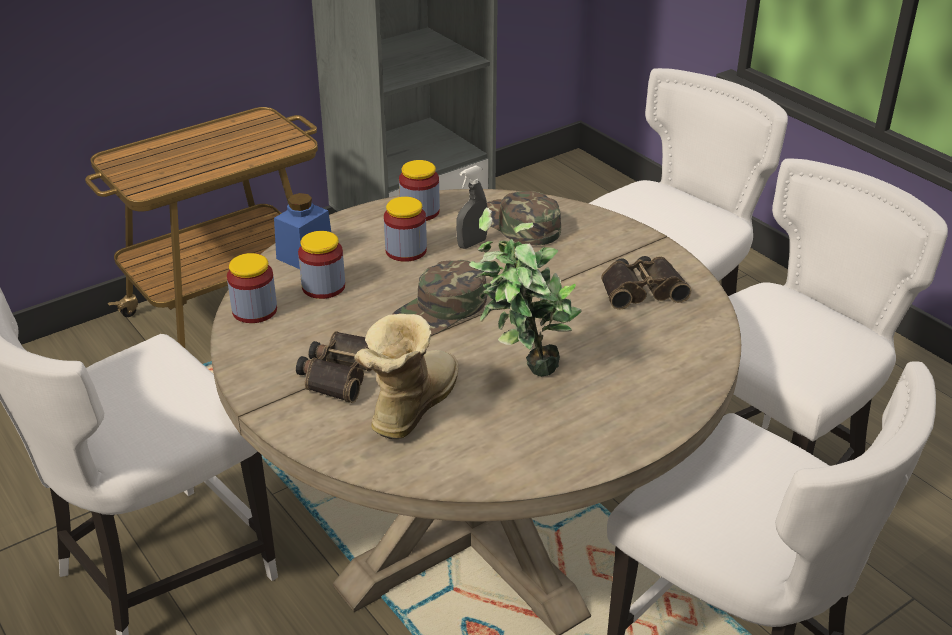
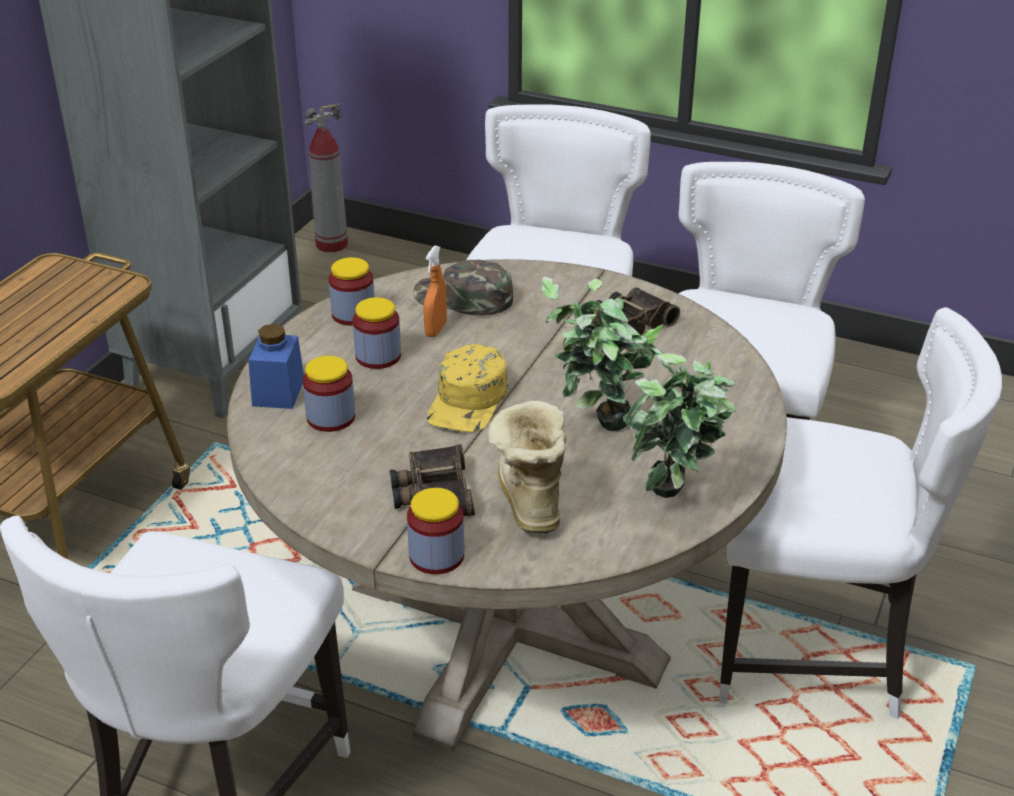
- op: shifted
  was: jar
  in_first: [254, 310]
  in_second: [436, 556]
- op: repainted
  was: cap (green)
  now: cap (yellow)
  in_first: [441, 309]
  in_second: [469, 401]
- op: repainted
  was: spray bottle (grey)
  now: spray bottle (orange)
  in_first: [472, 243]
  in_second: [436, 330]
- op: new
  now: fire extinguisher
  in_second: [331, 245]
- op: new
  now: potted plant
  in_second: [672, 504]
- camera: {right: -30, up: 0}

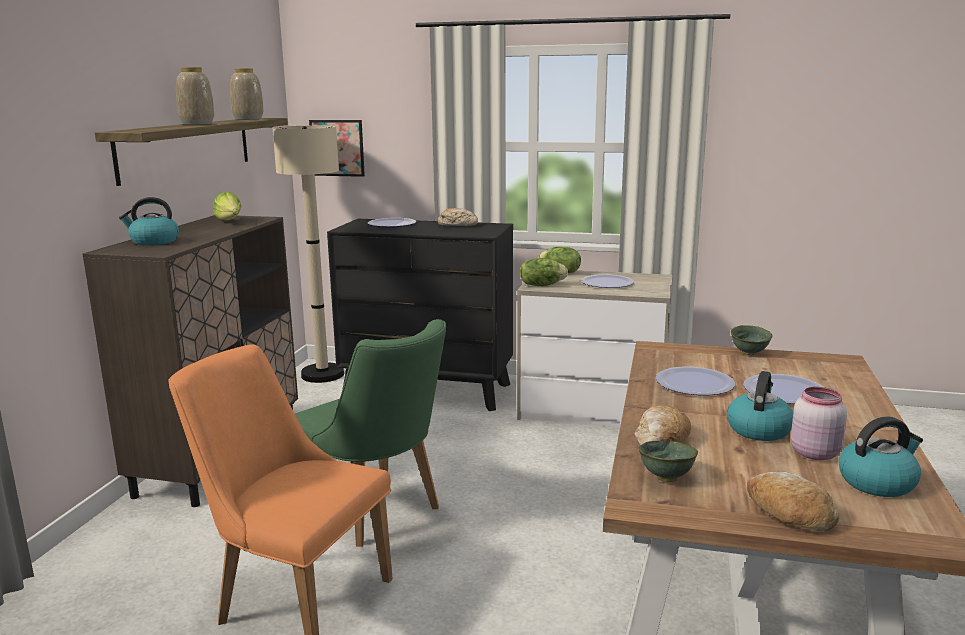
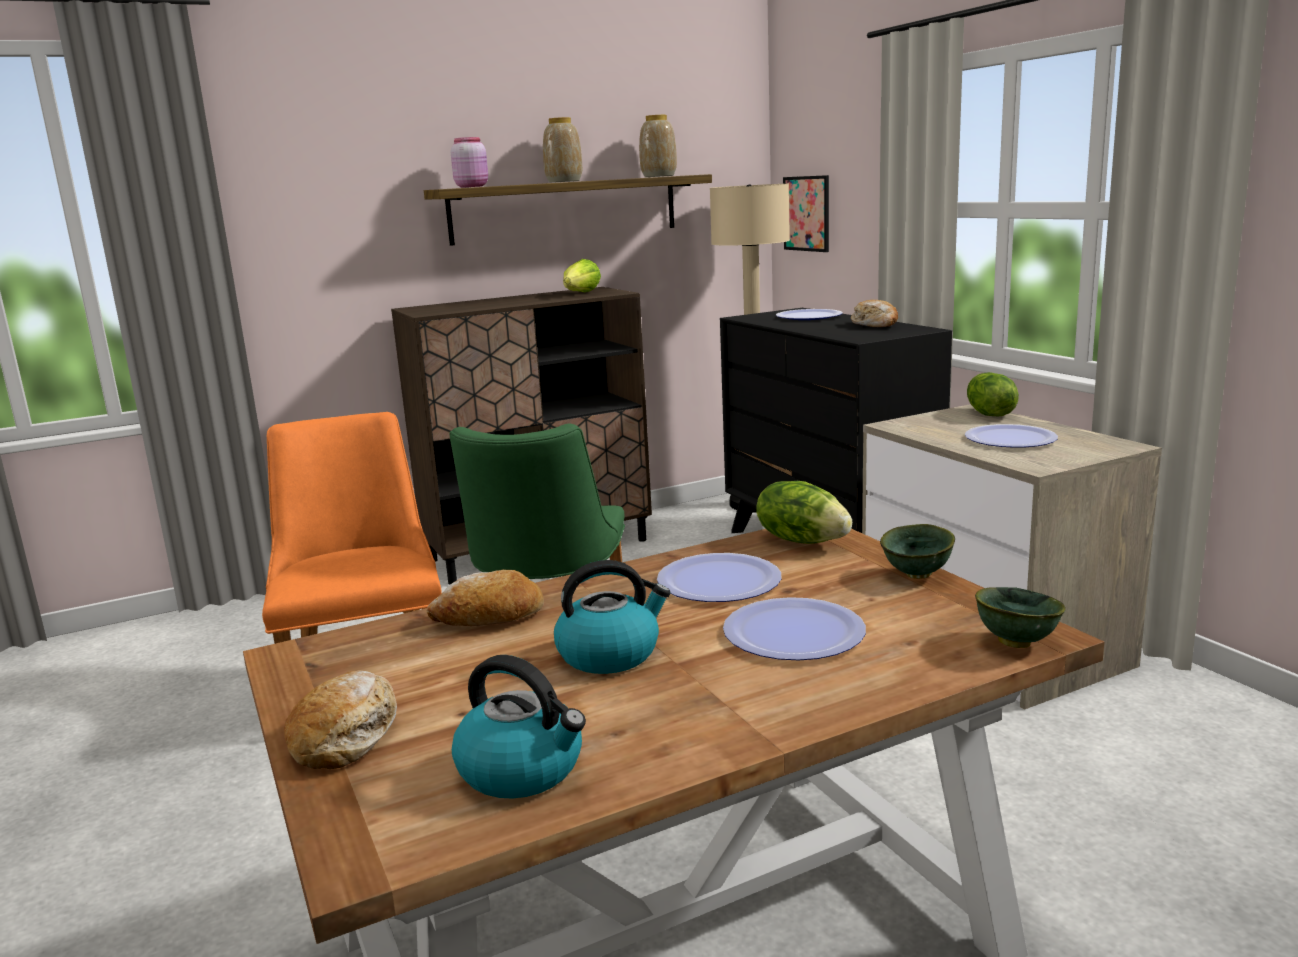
- op: gone
  was: kettle
  in_first: [154, 242]
- op: shifted
  was: lettuce
  in_first: [541, 285]
  in_second: [802, 540]
- op: shifted
  was: bowl (green)
  in_first: [665, 478]
  in_second: [1014, 642]
- op: shifted
  was: jar (pink)
  in_first: [813, 452]
  in_second: [472, 187]
- camera: {right: 50, up: 0}

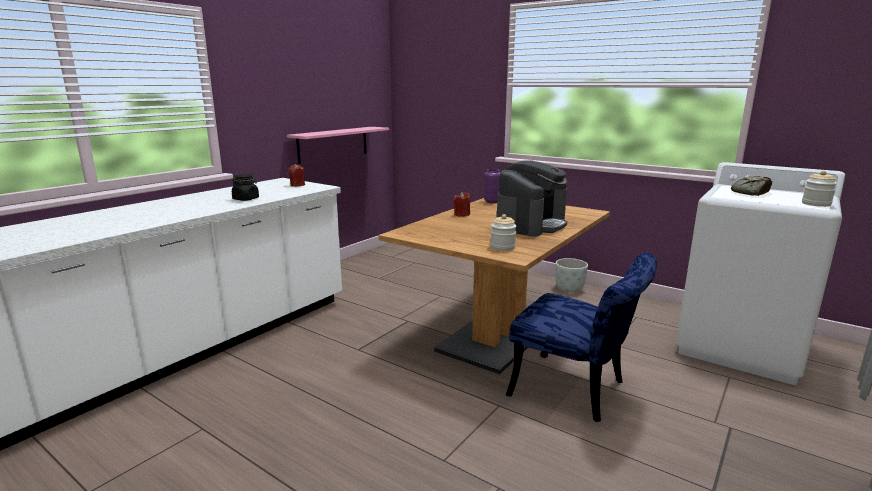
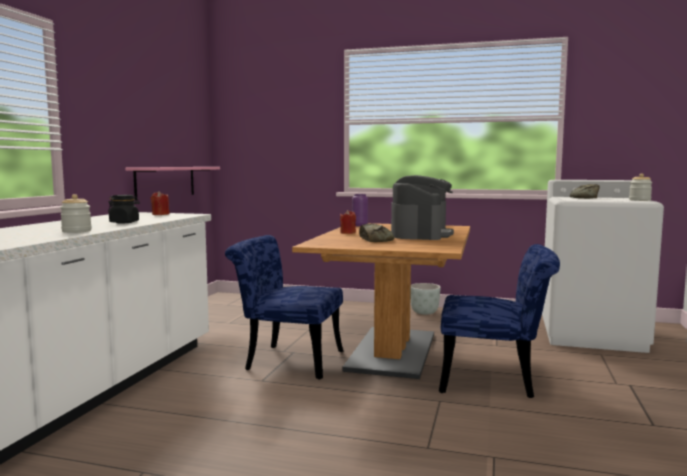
- op: shifted
  was: jar
  in_first: [502, 247]
  in_second: [76, 231]
- op: new
  now: chair (blue)
  in_second: [286, 360]
- op: new
  now: bread
  in_second: [375, 240]
- camera: {right: -20, up: -10}

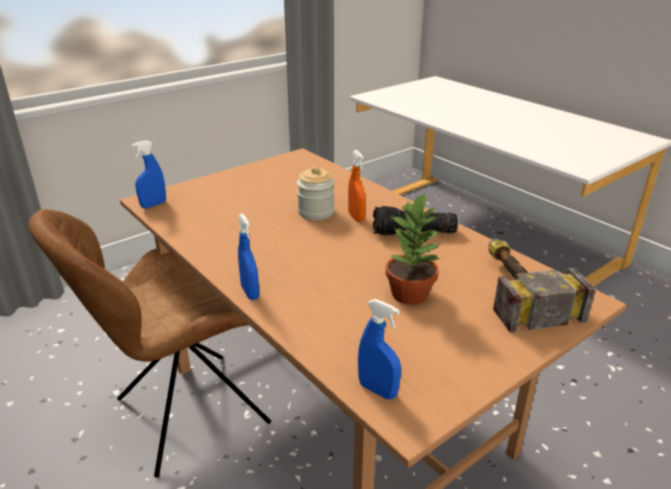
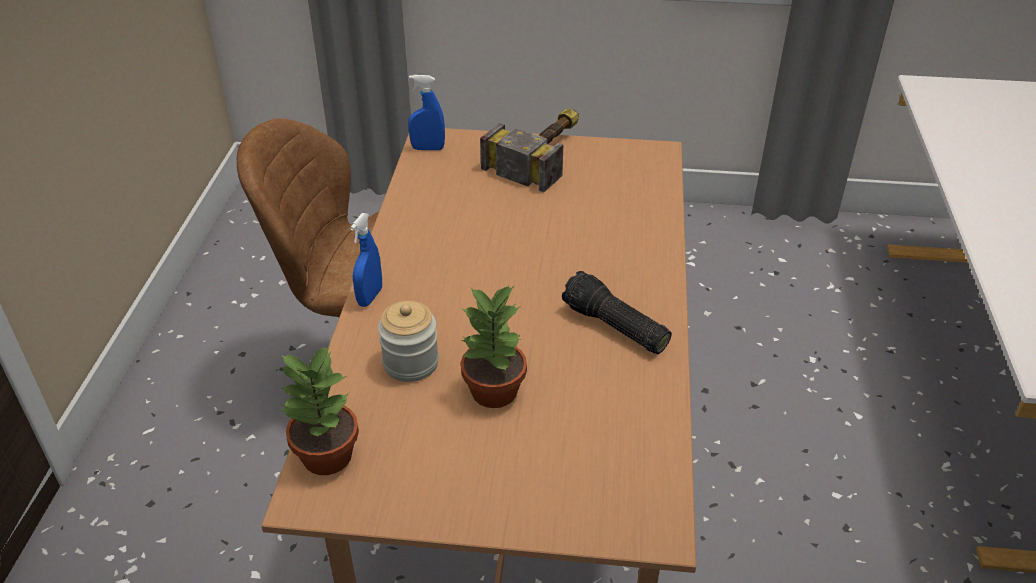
- op: shifted
  was: jar
  in_first: [316, 212]
  in_second: [411, 363]
- op: gone
  was: spray bottle (orange)
  in_first: [356, 217]
- op: swapped
  was: spray bottle (blue)
  now: potted plant
  in_first: [377, 390]
  in_second: [325, 456]
- op: shifted
  was: hammer
  in_first: [516, 289]
  in_second: [544, 153]
- camera: {right: 45, up: 10}

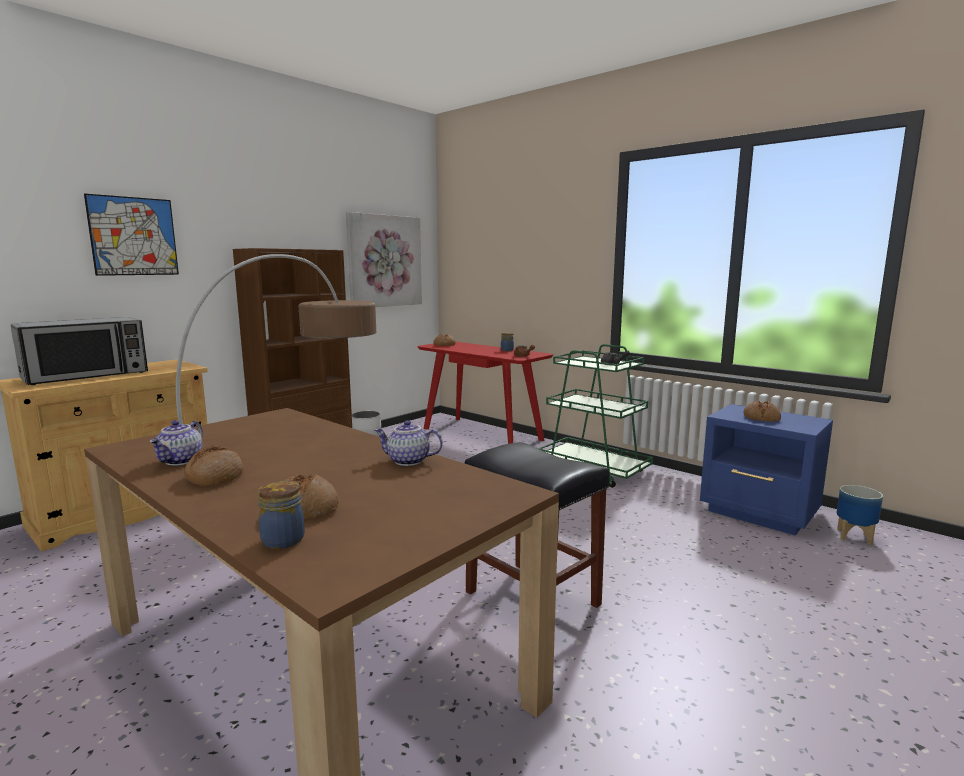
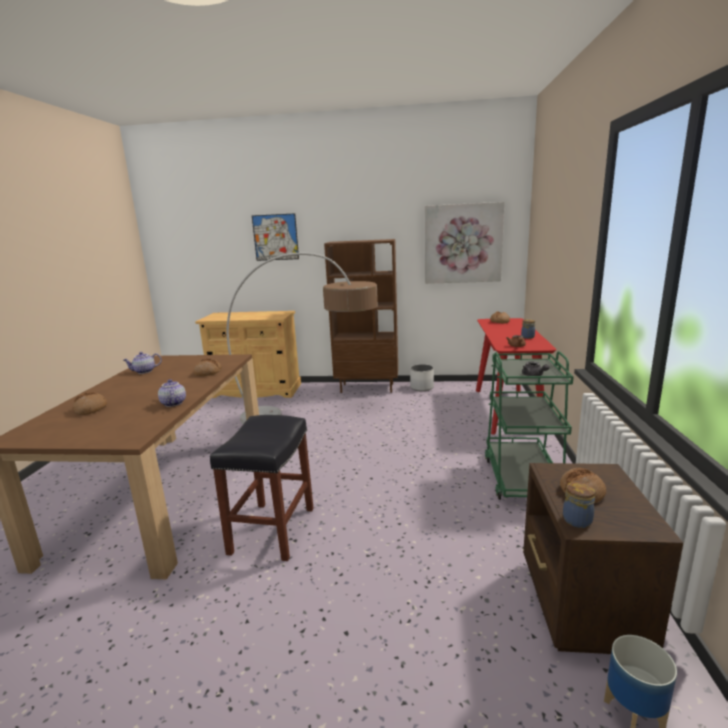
- op: gone
  was: microwave
  in_first: [87, 376]
- op: shifted
  was: bread
  in_first: [215, 477]
  in_second: [208, 372]
- op: shifted
  was: jar
  in_first: [283, 539]
  in_second: [577, 519]
- op: repainted
  was: nightstand (blue)
  now: nightstand (brown)
  in_first: [760, 514]
  in_second: [580, 608]
- camera: {right: 55, up: 5}

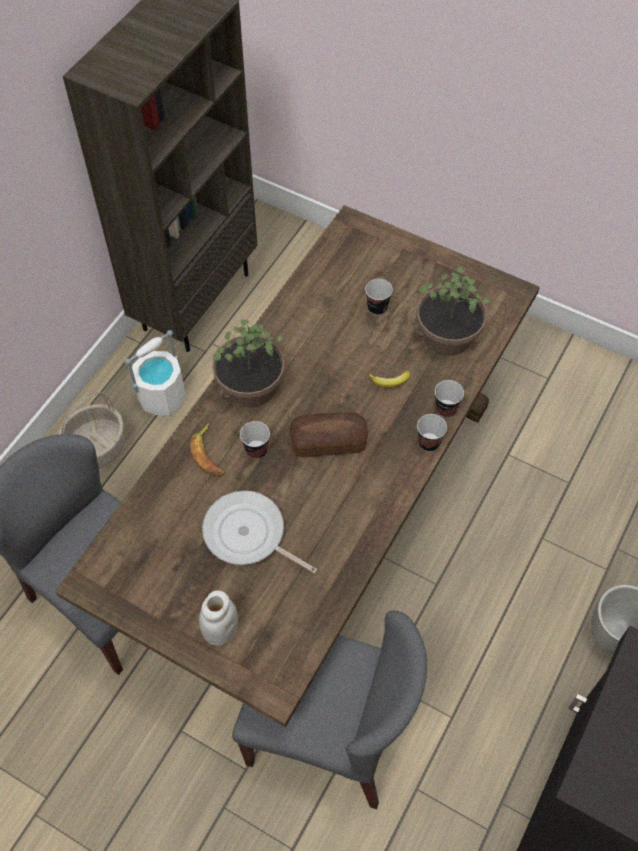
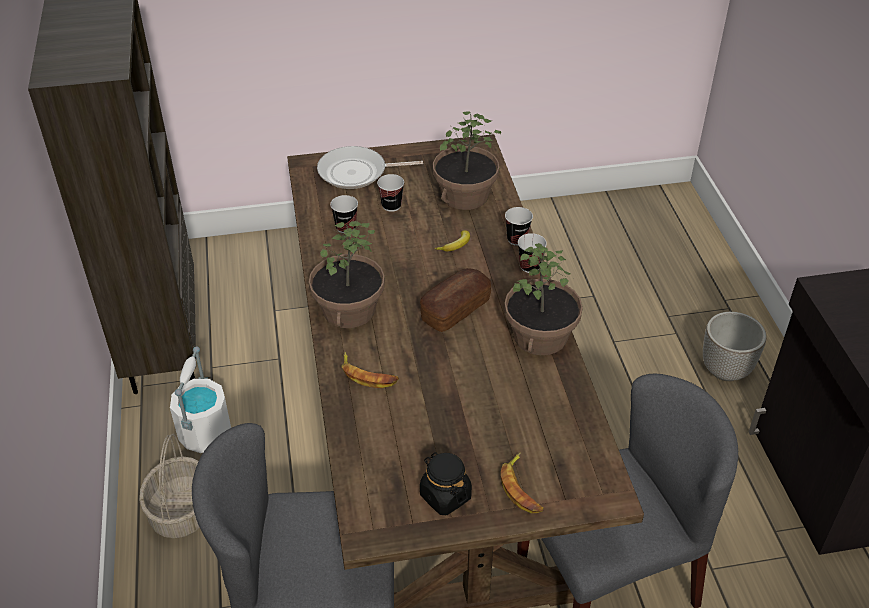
- op: swapped
  was: jar (white)
  now: banana
  in_first: [221, 631]
  in_second: [521, 488]
- op: shifted
  was: frying pan
  in_first: [248, 535]
  in_second: [356, 173]
- op: shifted
  was: cup
  in_first: [256, 450]
  in_second: [346, 227]
- op: new
  now: jar (black)
  in_second: [445, 496]
- op: new
  now: potted plant
  in_second: [541, 336]
- camera: {right: -40, up: -15}

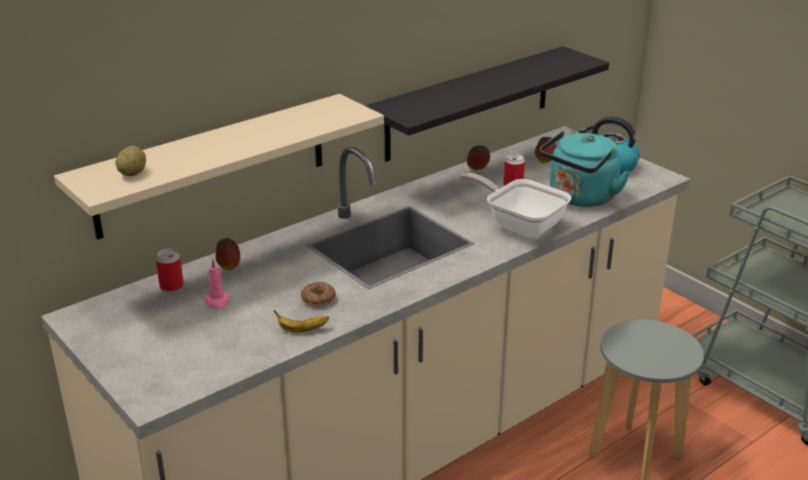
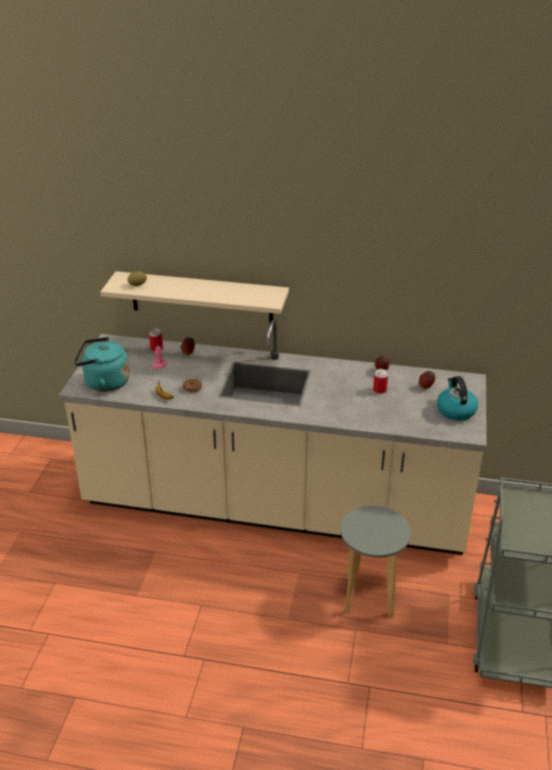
- op: gone
  was: shelf (black)
  in_first: [469, 103]
- op: gone
  was: frying pan
  in_first: [519, 225]
- op: shifted
  was: kettle (turquoise)
  in_first: [580, 198]
  in_second: [104, 382]
- camera: {right: 50, up: 5}

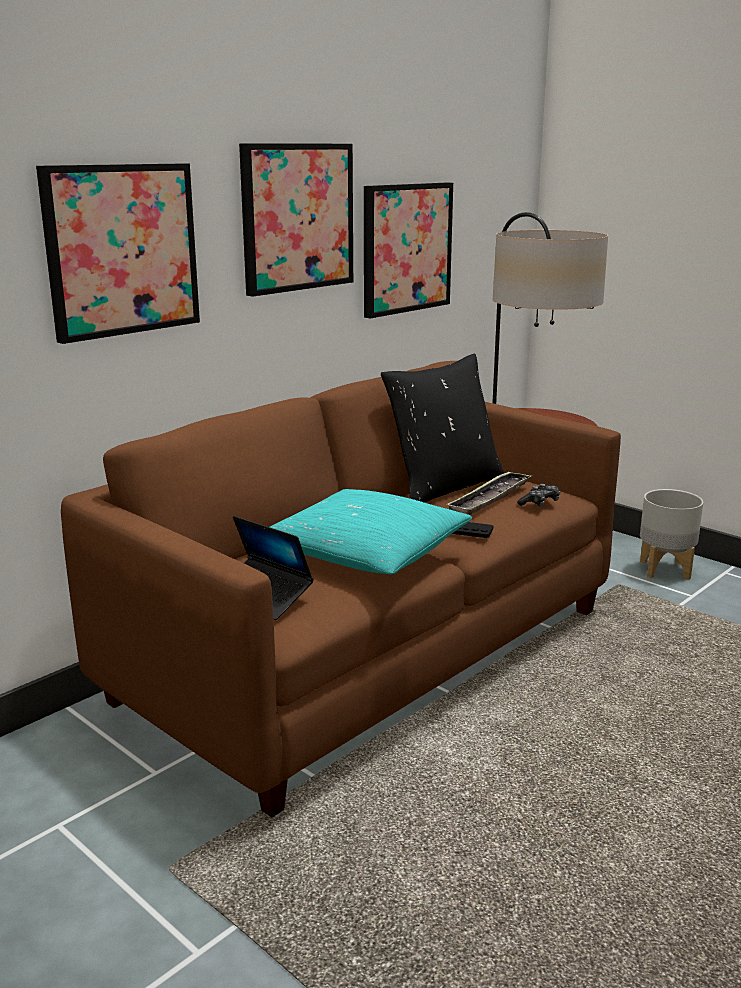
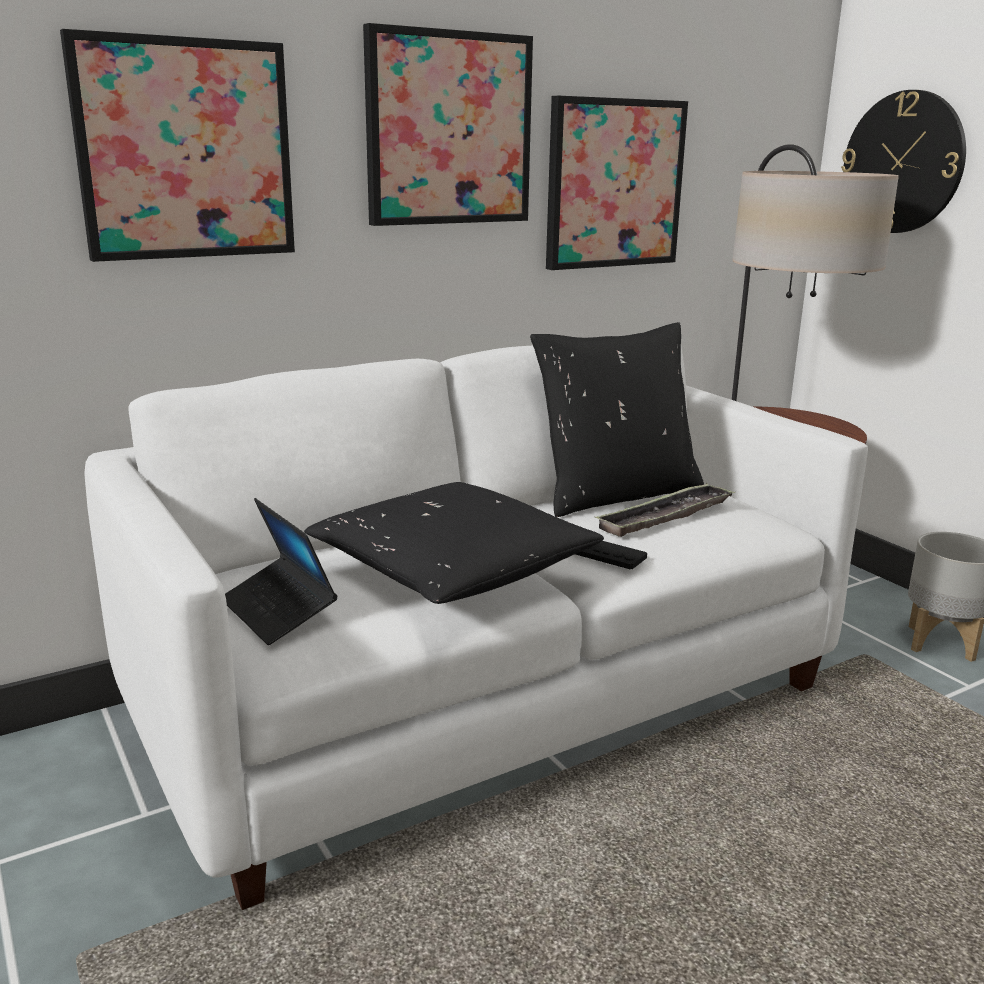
- op: repainted
  was: sofa (brown)
  now: sofa (white)
  in_first: [370, 654]
  in_second: [489, 699]
- op: repainted
  was: pillow (turquoise)
  now: pillow (black)
  in_first: [366, 553]
  in_second: [452, 569]
- op: gone
  was: game controller
  in_first: [540, 503]
- op: new
  now: wall clock
  in_second: [903, 163]
- camera: {right: 15, up: 0}

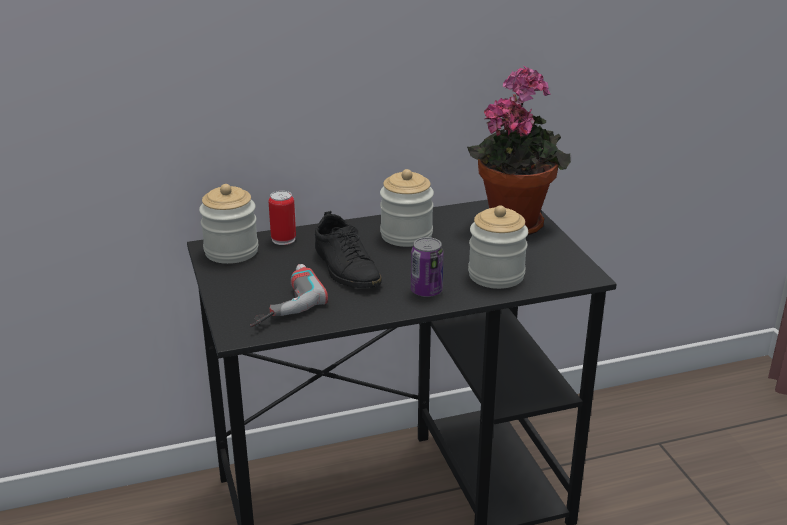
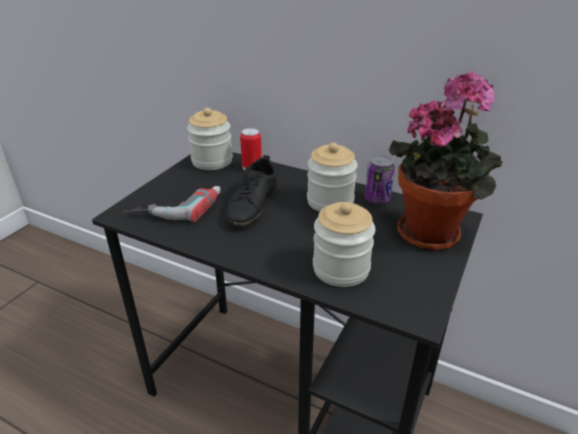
- op: shifted
  was: can
  in_first: [426, 291]
  in_second: [377, 198]
- camera: {right: 45, up: 5}

